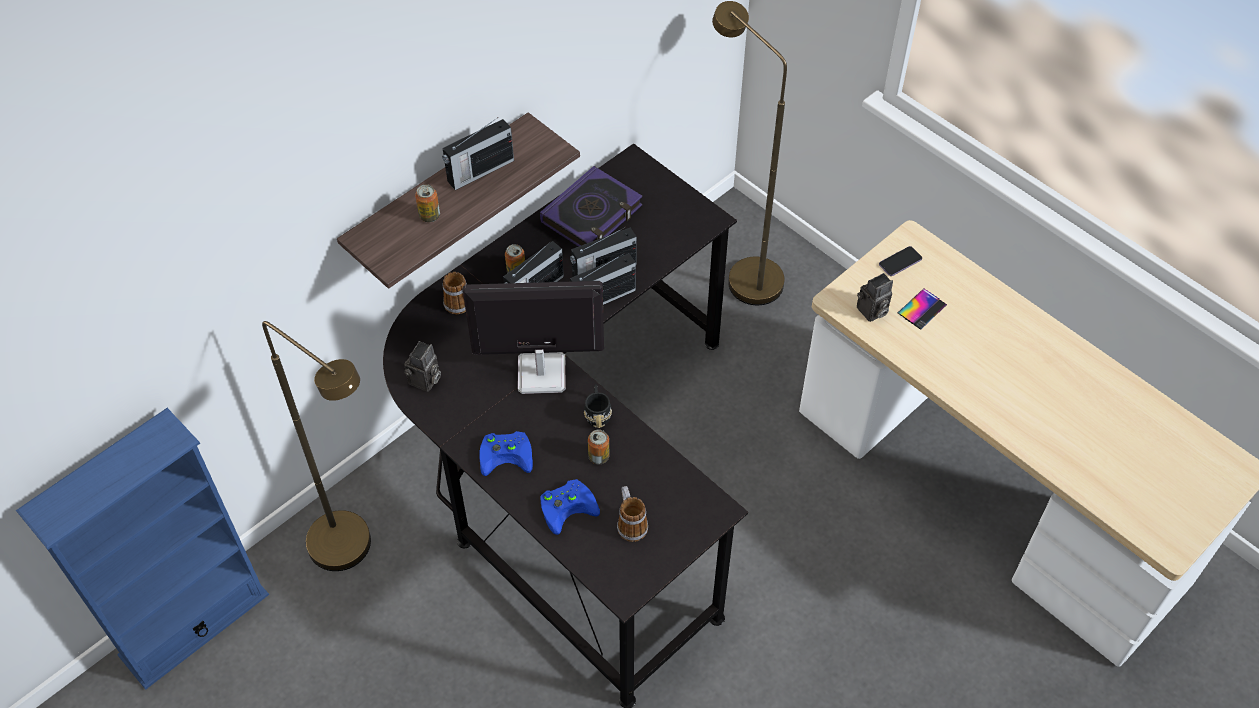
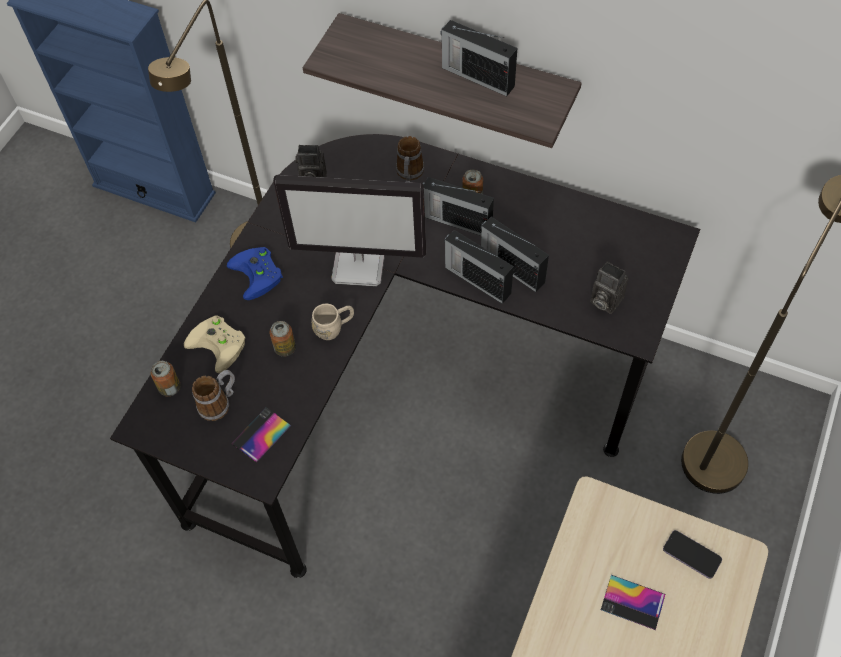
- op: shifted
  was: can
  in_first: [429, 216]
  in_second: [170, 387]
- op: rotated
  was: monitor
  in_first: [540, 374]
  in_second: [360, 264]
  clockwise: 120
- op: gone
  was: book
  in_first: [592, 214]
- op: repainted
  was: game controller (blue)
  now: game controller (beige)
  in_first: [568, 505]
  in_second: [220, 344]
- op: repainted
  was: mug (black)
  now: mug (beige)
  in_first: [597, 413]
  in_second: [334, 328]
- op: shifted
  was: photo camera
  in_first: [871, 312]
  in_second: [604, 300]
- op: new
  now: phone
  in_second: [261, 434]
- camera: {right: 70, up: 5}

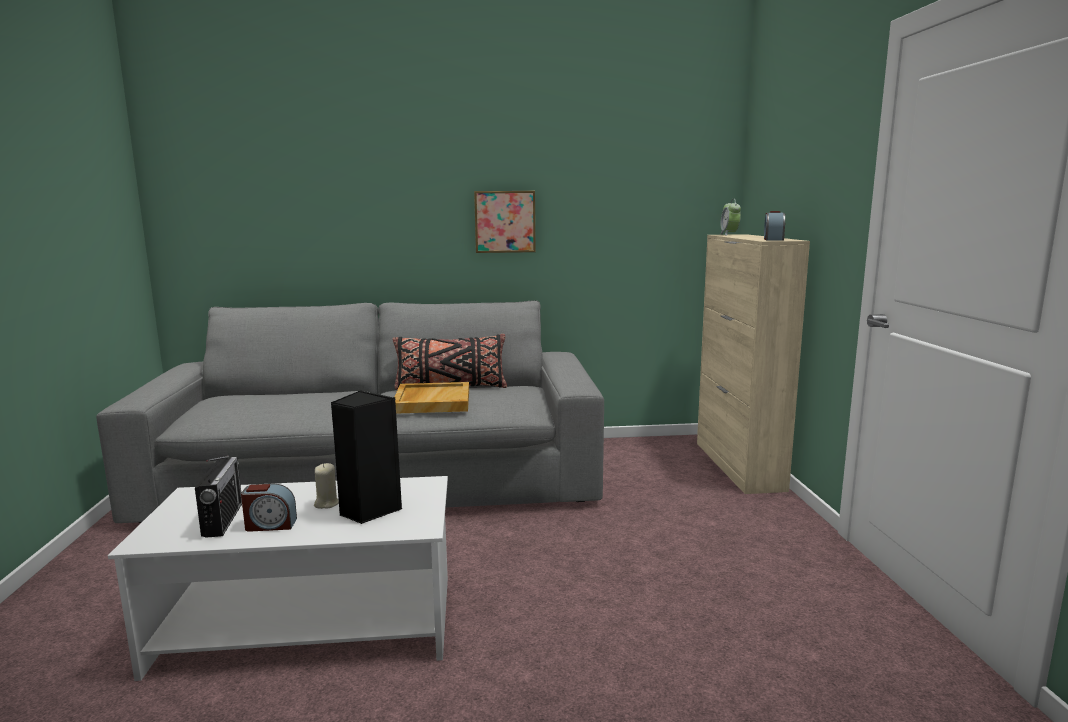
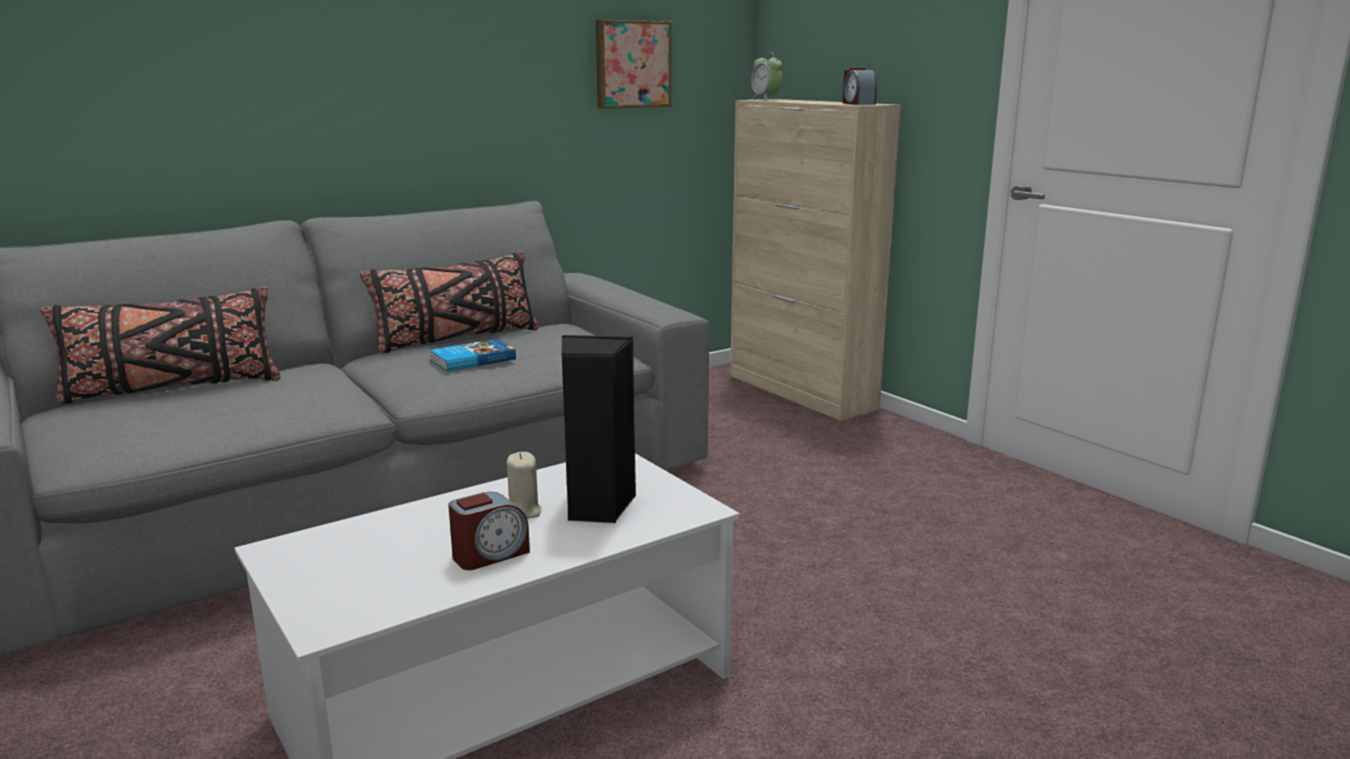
- op: gone
  was: radio
  in_first: [223, 519]
- op: swapped
  was: tray (beige)
  now: book
  in_first: [432, 401]
  in_second: [472, 359]
- op: shifted
  was: picture
  in_first: [504, 221]
  in_second: [631, 64]
- op: new
  now: pillow (black)
  in_second: [172, 388]
- camera: {right: -30, up: 5}

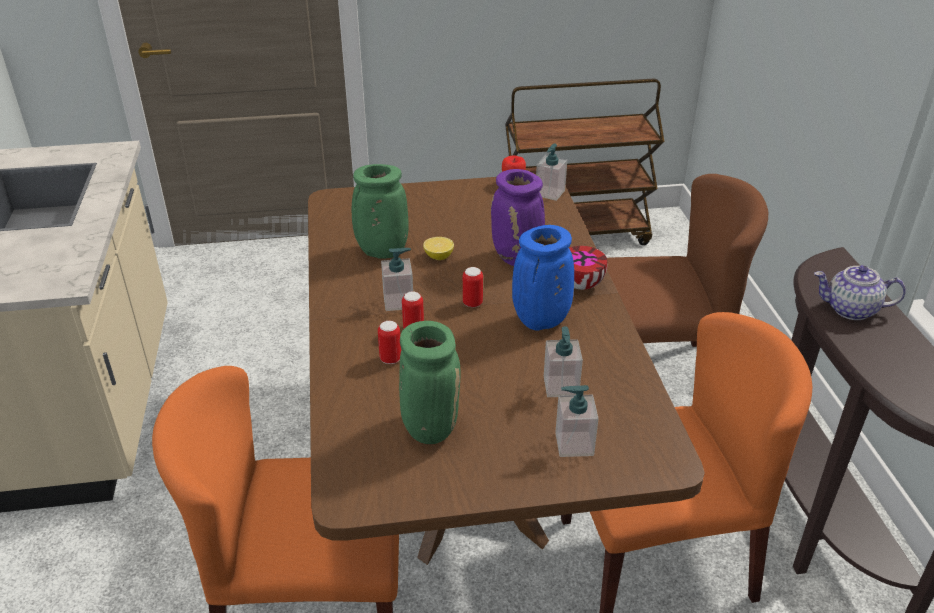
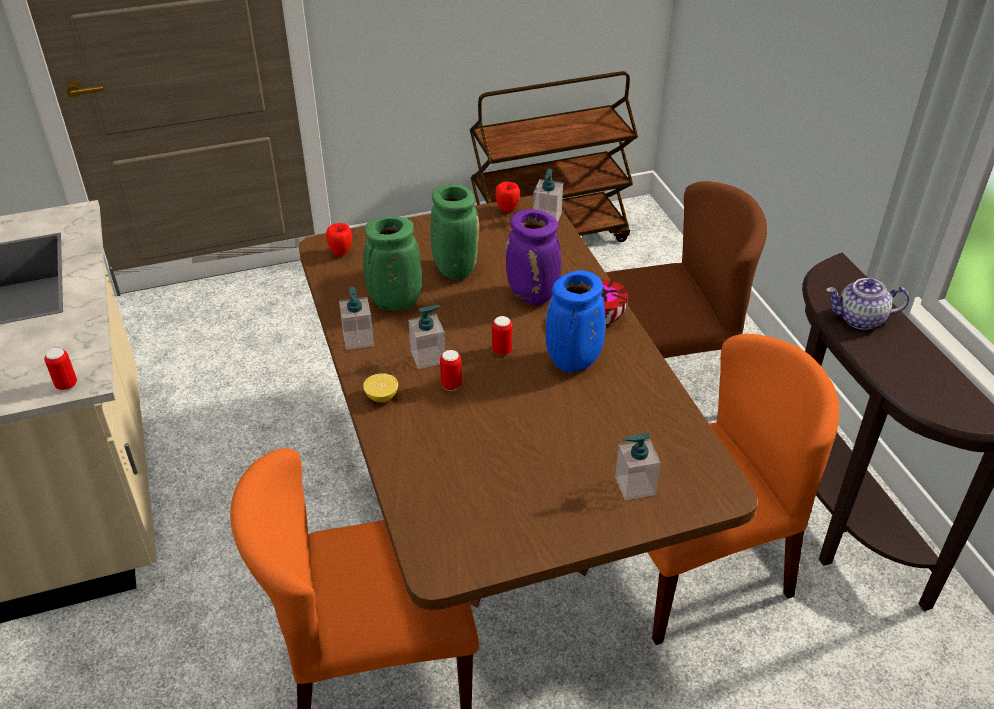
- op: shifted
  was: can
  in_first: [390, 359]
  in_second: [66, 384]
- op: shifted
  was: vase (green)
  in_first: [428, 427]
  in_second: [454, 269]
- op: shifted
  was: lemon
  in_first: [438, 257]
  in_second: [381, 397]
- op: shifted
  was: soap dispenser
  in_first: [561, 386]
  in_second: [358, 339]
- op: new
  now: apple
  in_second: [341, 253]
- camera: {right: -10, up: 5}

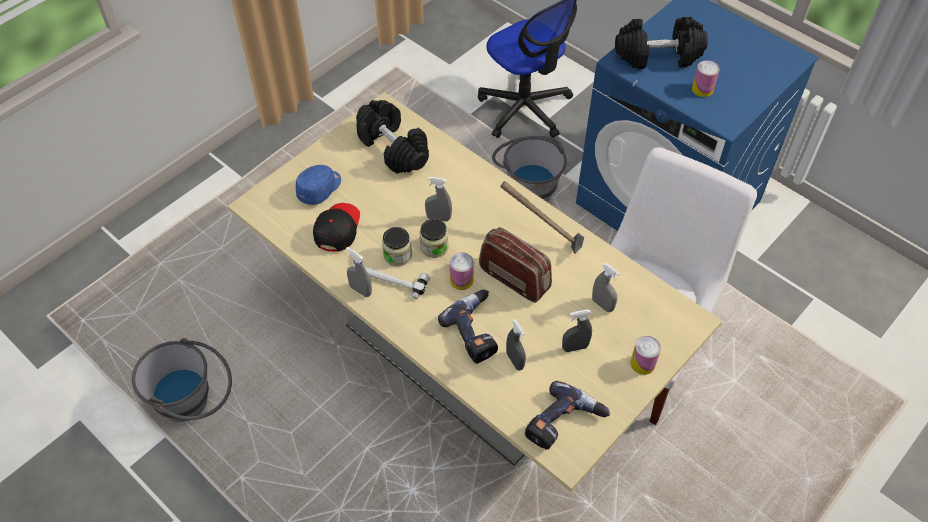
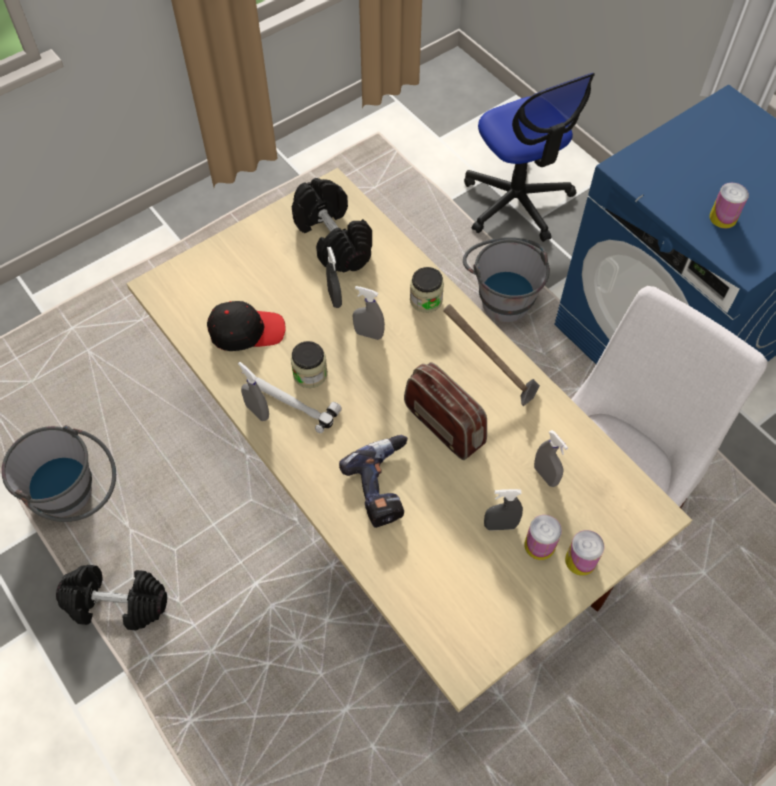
- op: gone
  was: cap (blue)
  in_first: [320, 189]
- op: rotated
  was: cap (black)
  in_first: [337, 229]
  in_second: [246, 331]
  clockwise: 60
- op: shifted
  was: jar
  in_first: [434, 247]
  in_second: [426, 300]
- op: shifted
  was: can
  in_first: [461, 280]
  in_second: [539, 545]
- op: shifted
  was: spray bottle (grey)
  in_first: [515, 361]
  in_second: [335, 298]
- op: gone
  was: power drill
  in_first: [564, 424]
- op: shifted
  was: dumbbell (black)
  in_first: [658, 56]
  in_second: [116, 604]
- camera: {right: 10, up: 5}

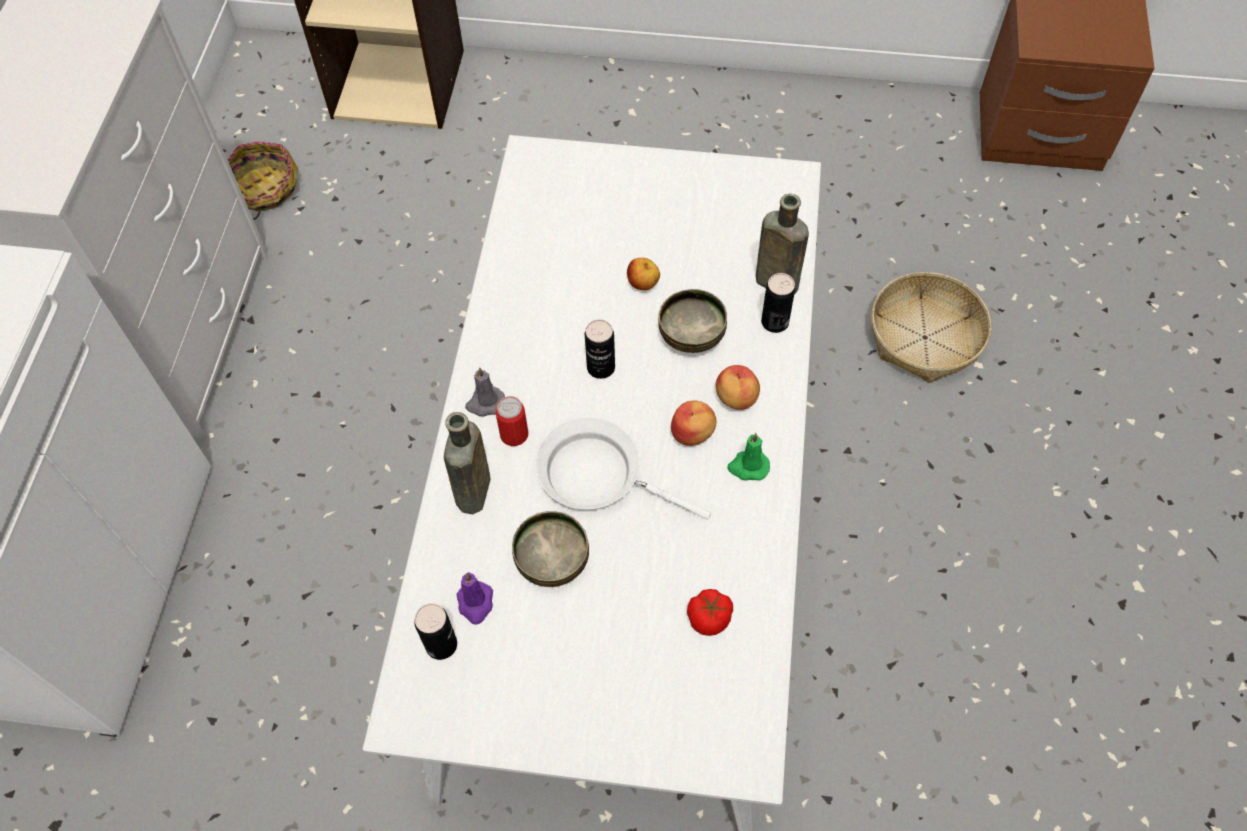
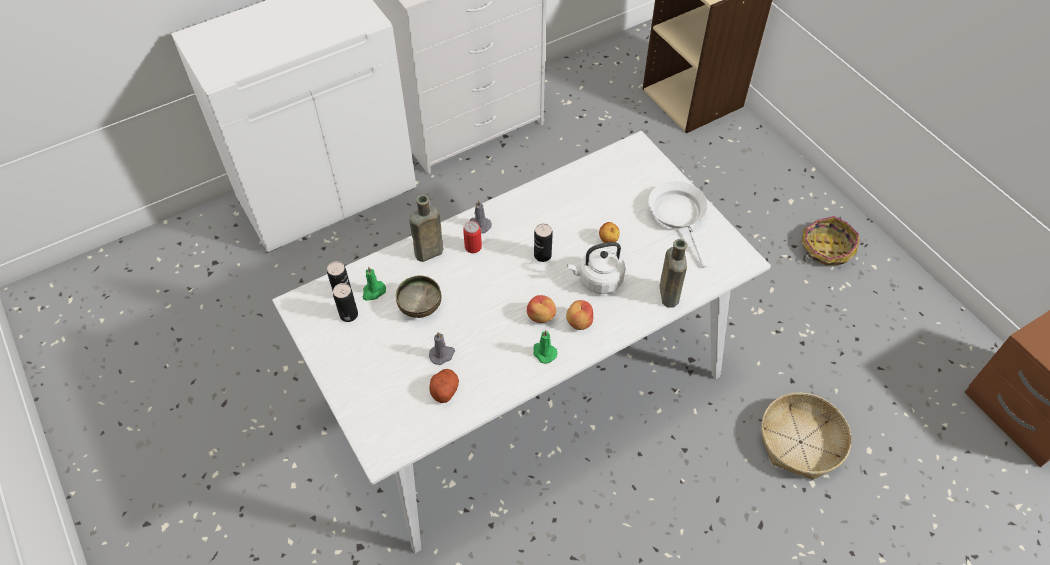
- op: shifted
  was: basket
  in_first: [262, 189]
  in_second: [825, 249]
- op: repainted
  was: candle (purple)
  now: candle (green)
  in_first: [475, 603]
  in_second: [373, 292]
- op: shifted
  was: frying pan (white)
  in_first: [598, 475]
  in_second: [678, 216]
- op: swapped
  was: bowl
  now: kettle (white)
  in_first: [692, 336]
  in_second: [598, 280]
- op: swapped
  was: tomato
  now: potato
  in_first: [710, 618]
  in_second: [444, 390]
- op: shifted
  was: can
  in_first: [775, 322]
  in_second: [349, 315]
- op: new
  now: candle (grey)
  in_second: [442, 354]
- camera: {right: 50, up: -5}

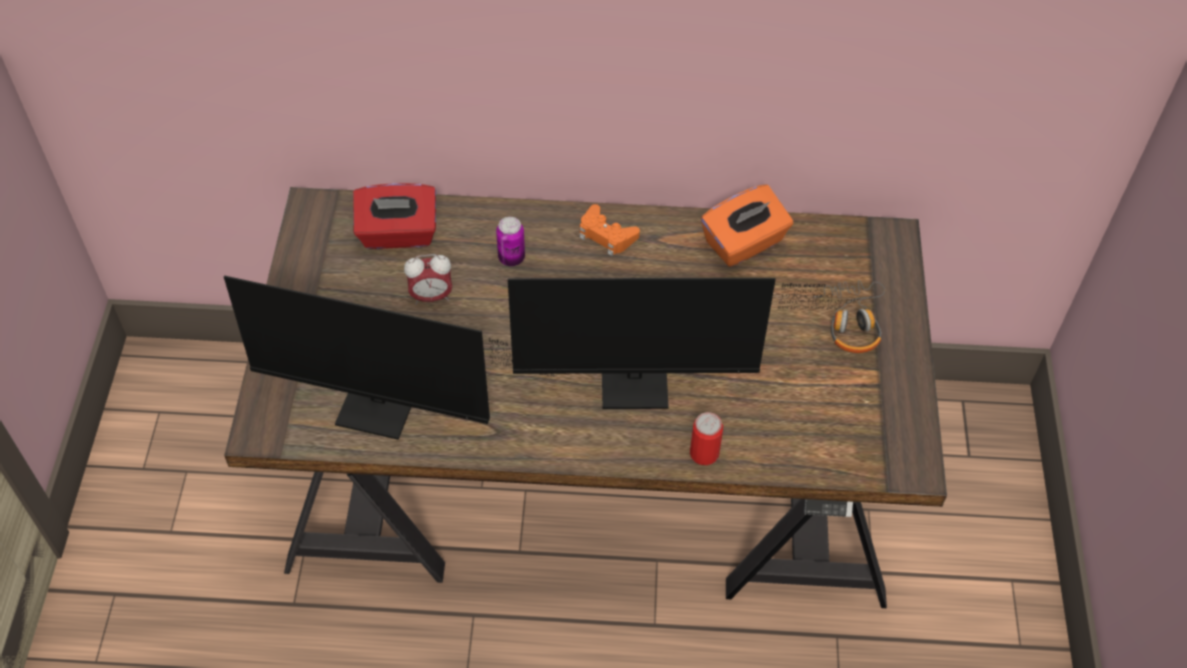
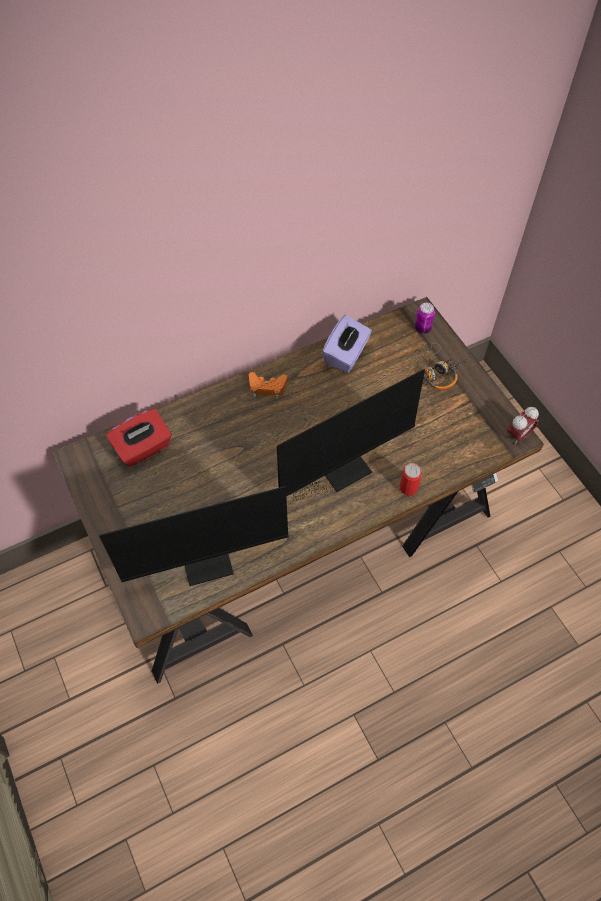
- op: shifted
  was: alarm clock
  in_first: [431, 297]
  in_second: [518, 435]
- op: shifted
  was: can
  in_first: [511, 258]
  in_second: [422, 328]
- op: repainted
  was: tissue box (orange)
  now: tissue box (purple)
  in_first: [744, 243]
  in_second: [346, 355]
- camera: {right: -30, up: 5}

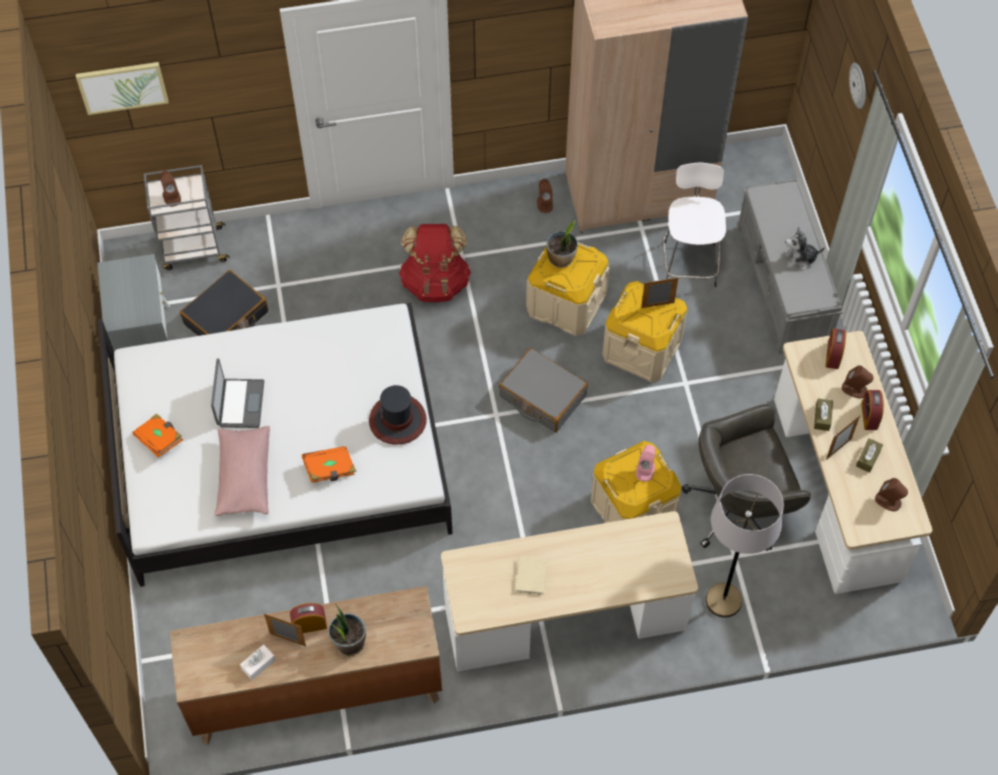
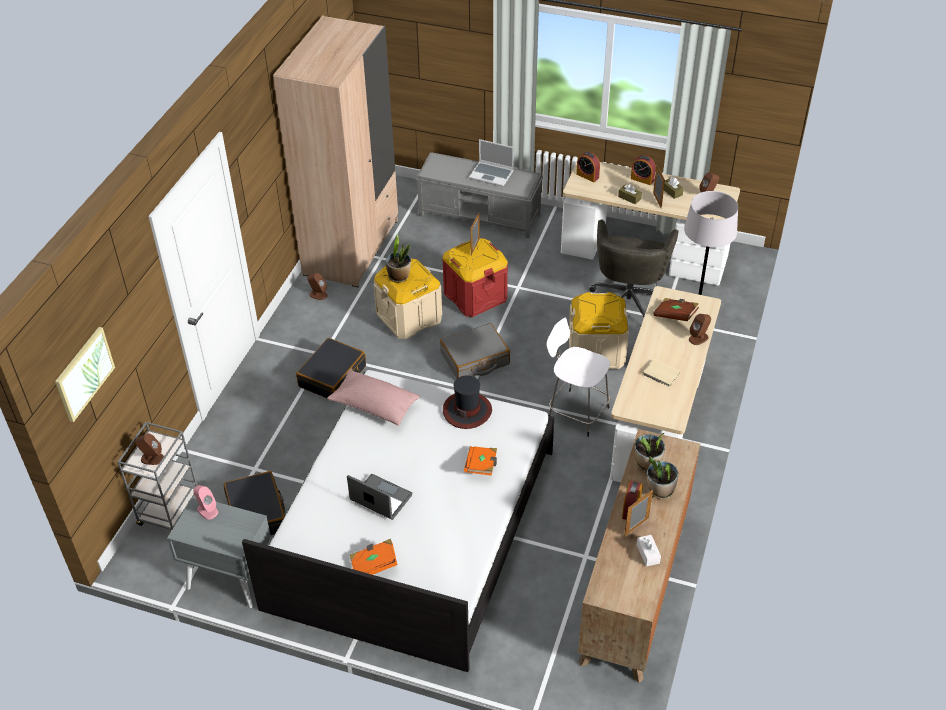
- op: shifted
  was: pillow (pink)
  in_first: [244, 477]
  in_second: [374, 405]
- op: swapped
  was: backpack (red)
  now: suitcase (black)
  in_first: [435, 282]
  in_second: [333, 377]
- op: repainted
  was: storage box (beige)
  now: storage box (red)
  in_first: [642, 348]
  in_second: [475, 296]
- op: shifted
  was: speaker (pink)
  in_first: [645, 469]
  in_second: [207, 510]
- op: shifted
  was: stool (white)
  in_first: [689, 262]
  in_second: [576, 412]
- op: swapped
  was: plush toy
  now: laptop
  in_first: [800, 259]
  in_second: [492, 175]
- op: shifted
  was: speaker (brown)
  in_first: [855, 389]
  in_second: [698, 338]
- op: gone
  was: wall clock
  in_first: [859, 85]
- op: new
  now: potted plant
  in_second: [647, 463]
- op: new
  now: book (brown)
  in_second: [675, 315]
- camera: {right: -60, up: -15}

